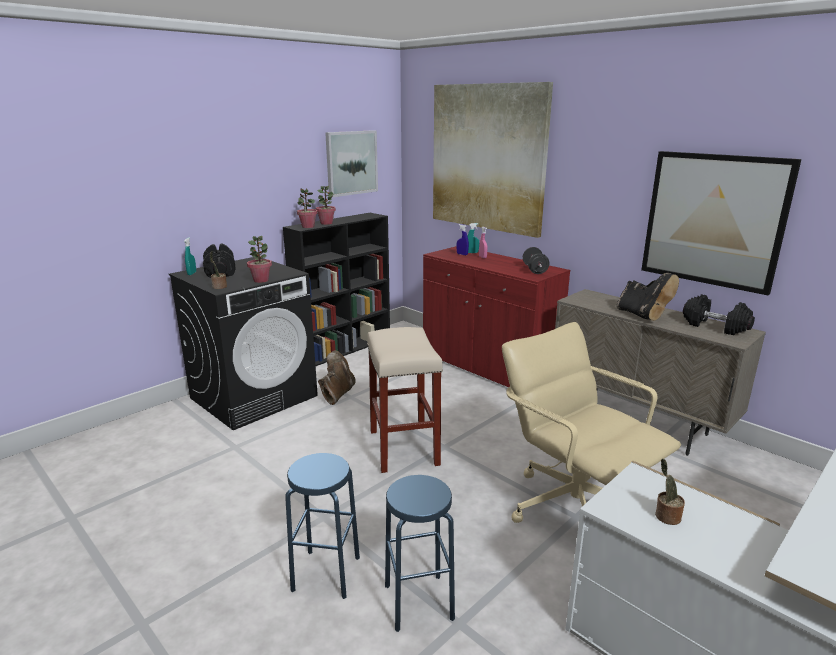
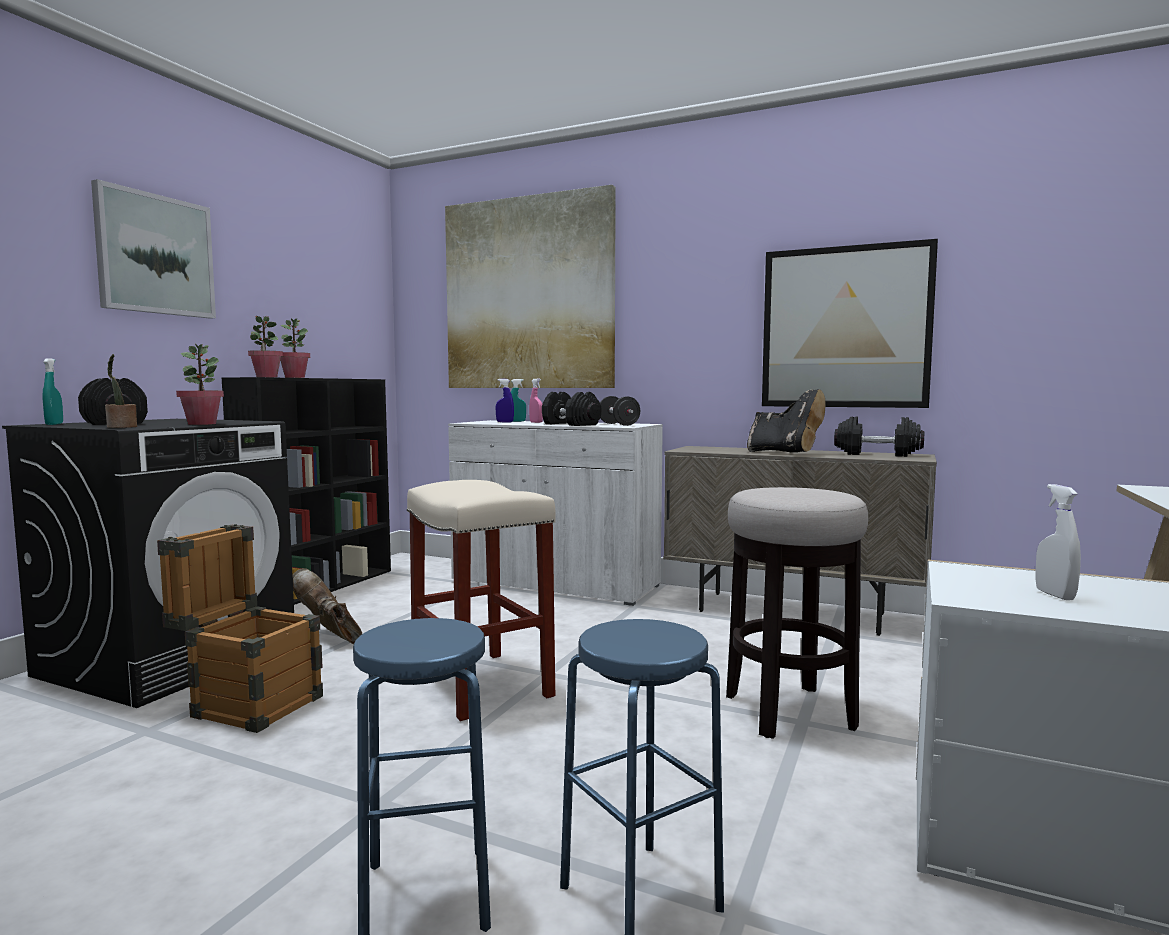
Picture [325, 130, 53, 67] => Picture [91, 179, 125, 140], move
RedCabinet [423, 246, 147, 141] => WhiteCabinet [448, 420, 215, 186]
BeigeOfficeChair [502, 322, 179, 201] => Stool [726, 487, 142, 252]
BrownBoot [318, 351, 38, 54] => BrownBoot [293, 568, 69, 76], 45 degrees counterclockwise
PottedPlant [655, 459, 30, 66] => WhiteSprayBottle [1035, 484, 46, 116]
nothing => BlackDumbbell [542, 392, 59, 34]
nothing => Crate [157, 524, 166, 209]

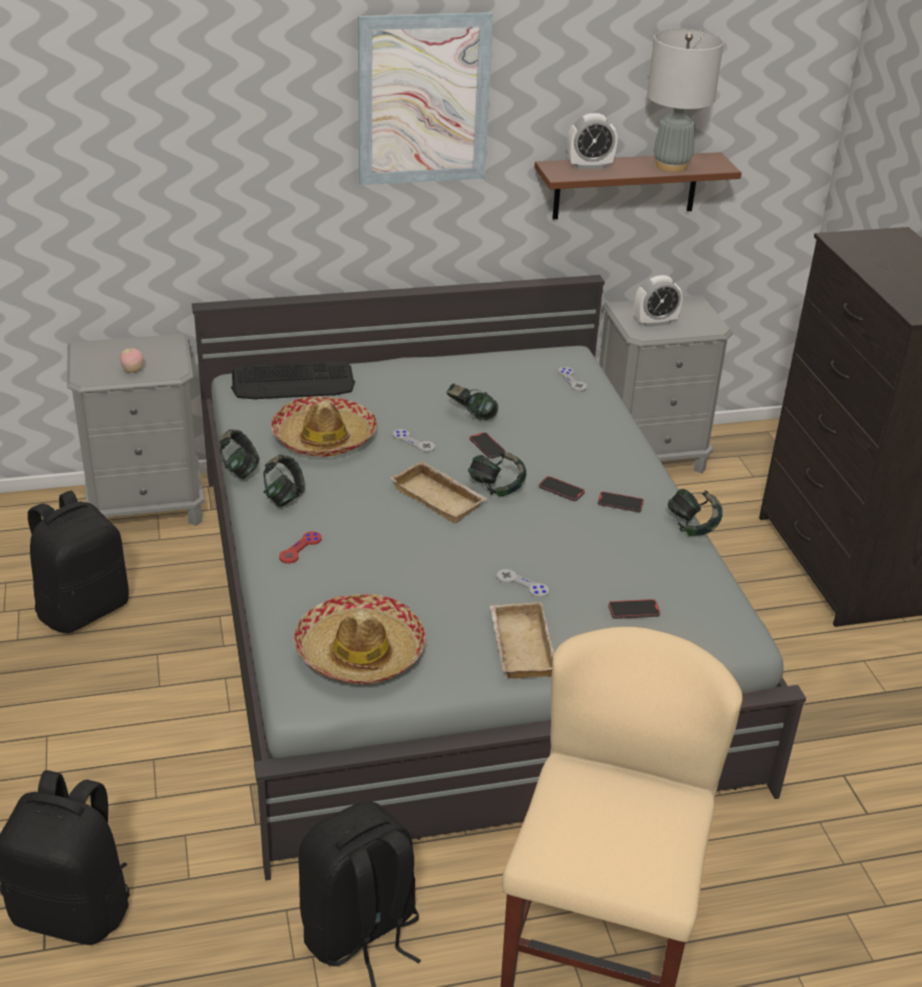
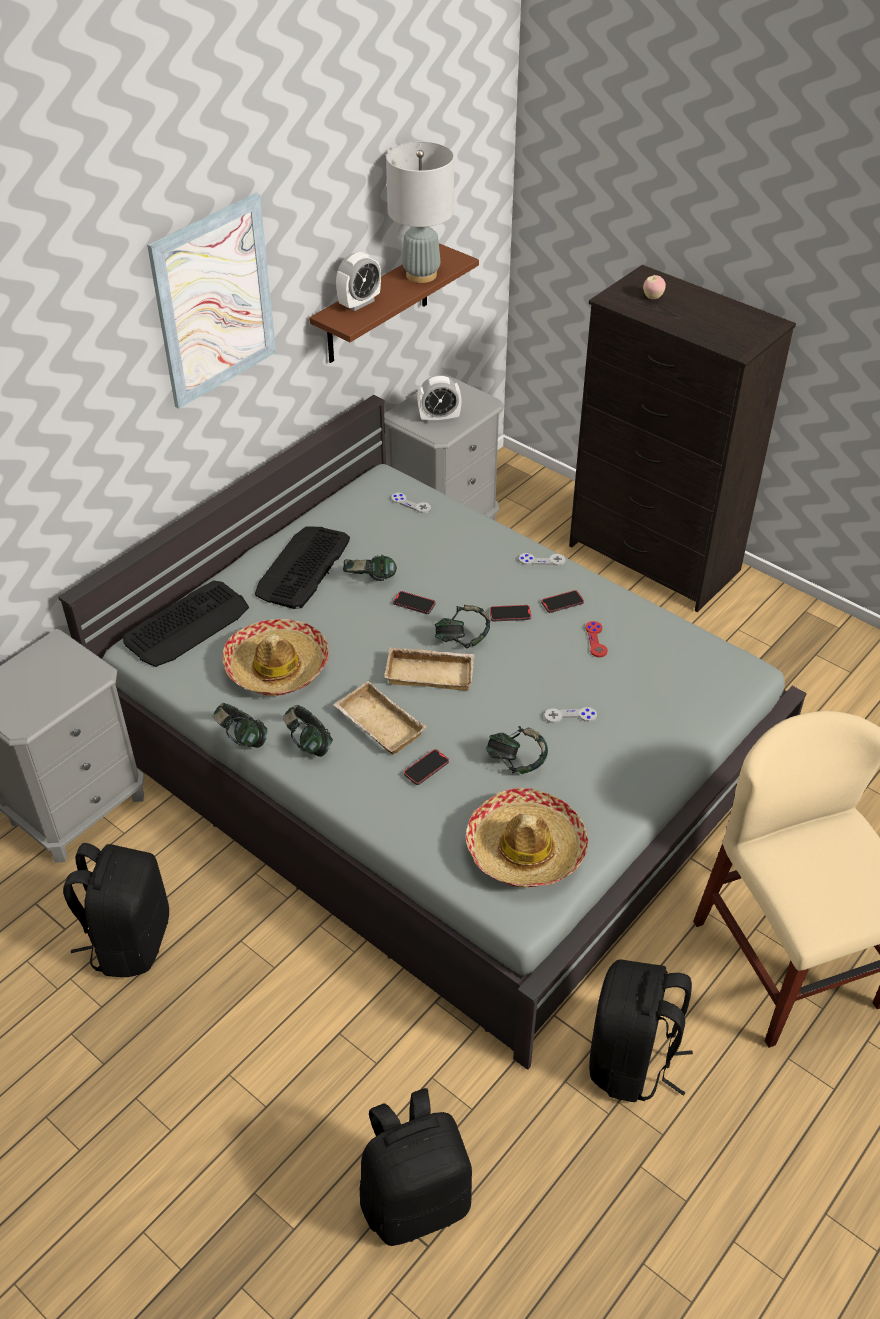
AlarmClock [634, 275, 49, 52] => AlarmClock [417, 375, 45, 49], 45 degrees clockwise
Apple [120, 347, 24, 26] => Apple [643, 275, 23, 24], move
GreyGameController [393, 429, 42, 24] => GreyGameController [519, 553, 46, 13], move
Headphones [668, 489, 55, 47] => Headphones [486, 726, 62, 48], move
RedGameController [279, 531, 43, 33] => RedGameController [585, 621, 23, 36], move
Phone [608, 599, 52, 20] => Phone [404, 749, 45, 36], move
BeigeTray [490, 602, 64, 77] => BeigeTray [333, 681, 94, 73], move
nothing => Keyboard [255, 526, 95, 83]

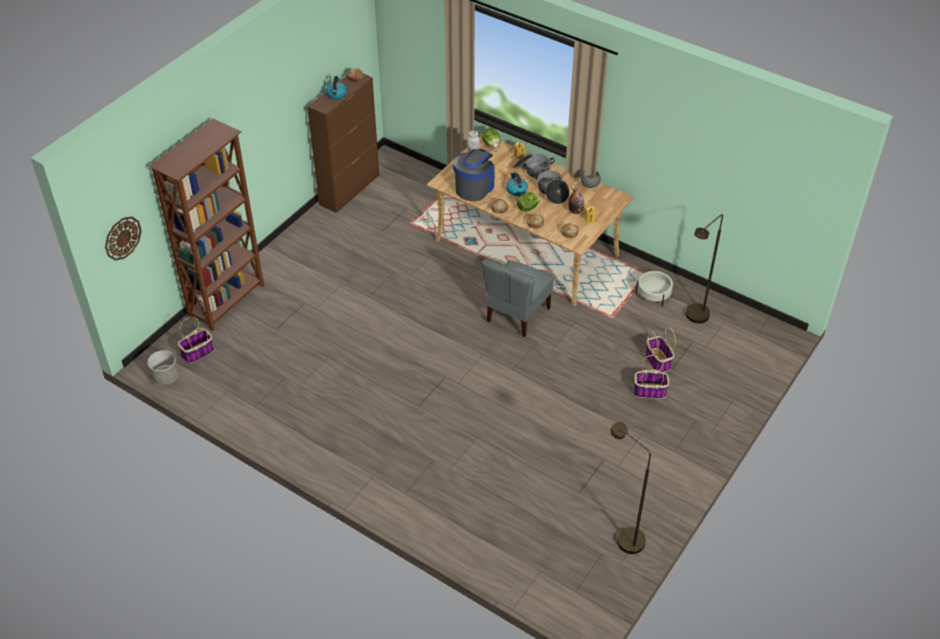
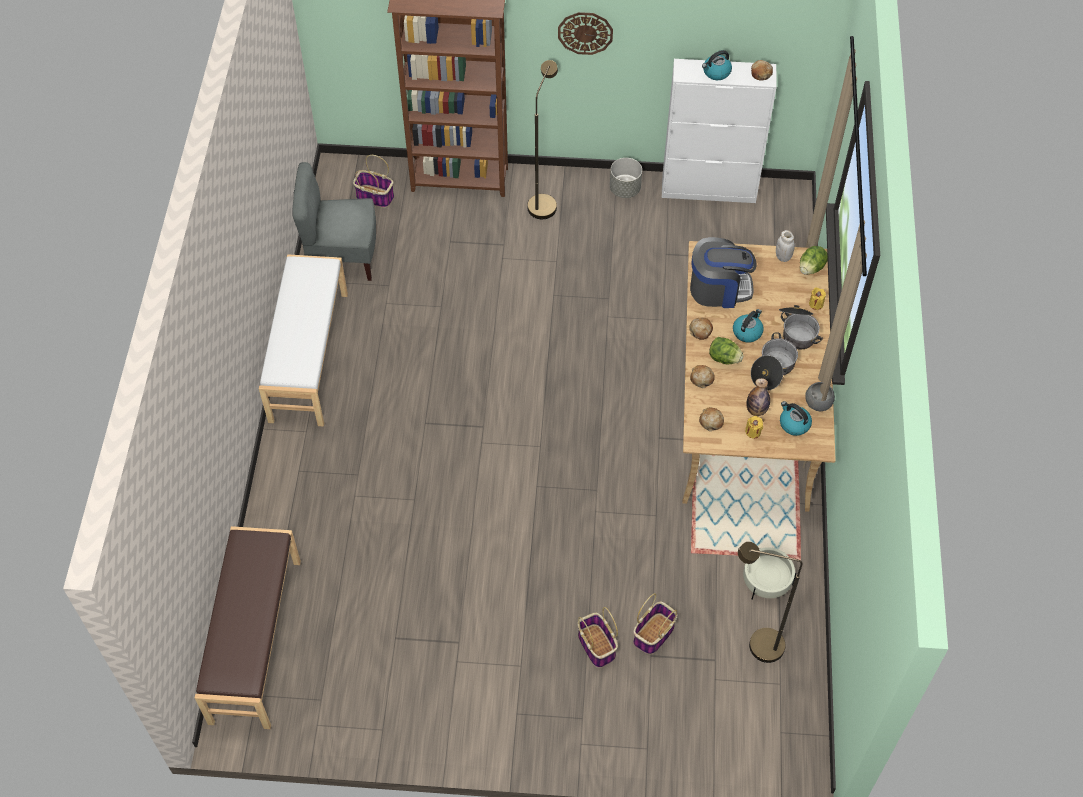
BrownCabinet [307, 74, 72, 139] => WhiteCabinet [662, 59, 115, 144]
WallClock [105, 217, 37, 44] => WallClock [558, 12, 55, 43], move
GreyChair [482, 259, 72, 78] => GreyChair [293, 162, 83, 119], move
GreyPlanter [148, 350, 31, 35] => GreyPlanter [610, 158, 32, 40], move
BrownFloorLamp [610, 422, 41, 132] => BrownFloorLamp [527, 60, 31, 159], move
nothing => WhiteBench [259, 254, 89, 173]
nothing => Kettle [780, 401, 32, 35]
nothing => BrownBench [195, 526, 106, 203]

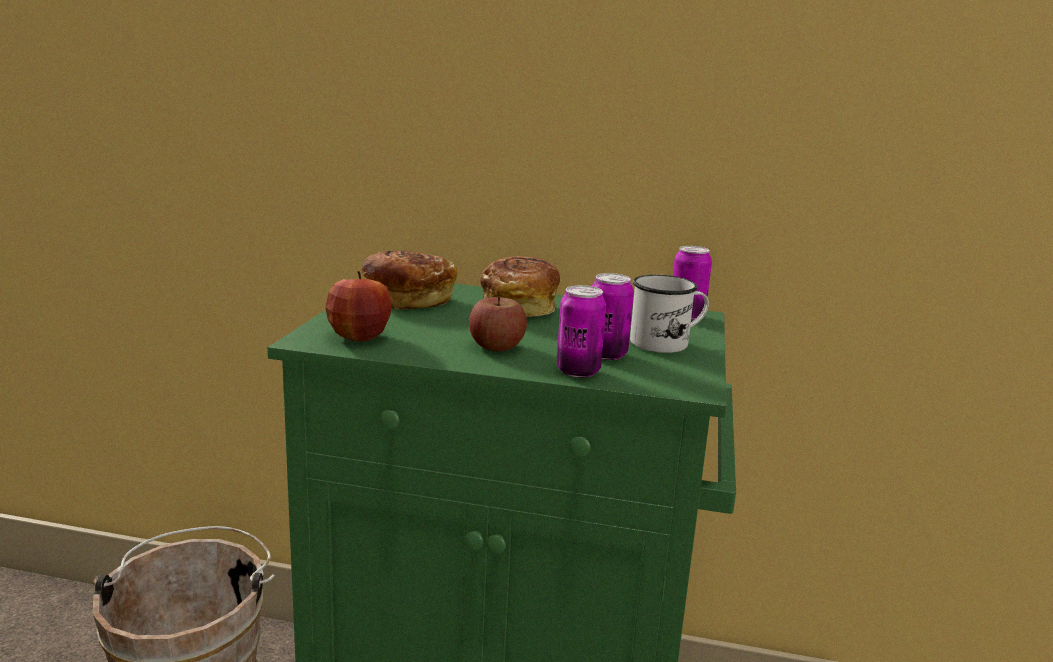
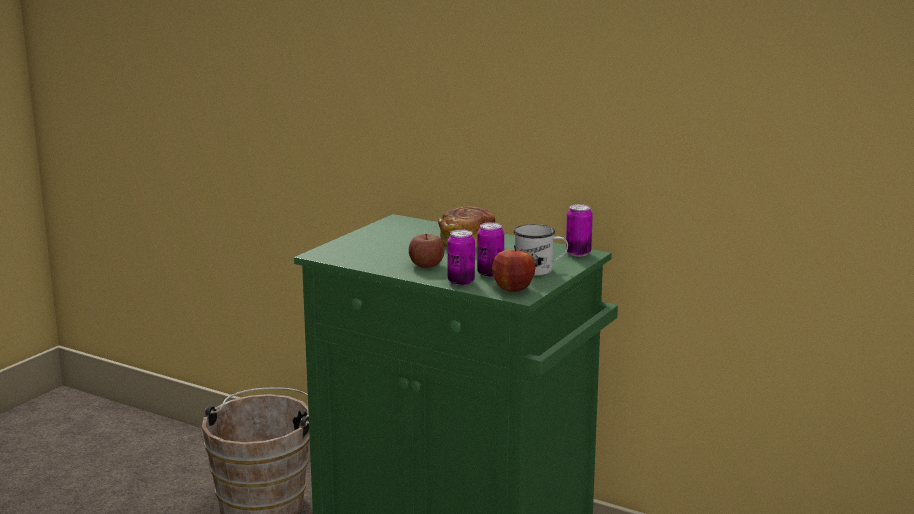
Bread [361, 250, 96, 59] => nothing
Apple [325, 271, 67, 71] => Apple [492, 245, 44, 47], move

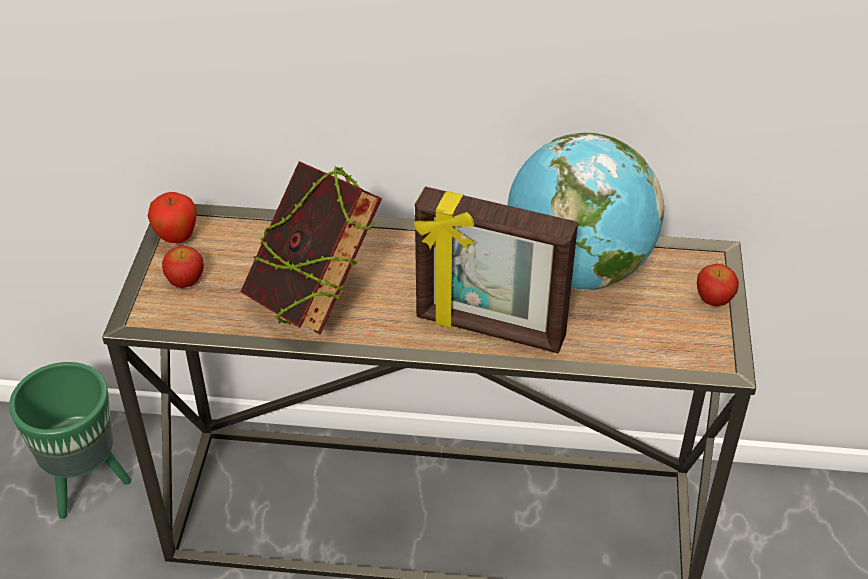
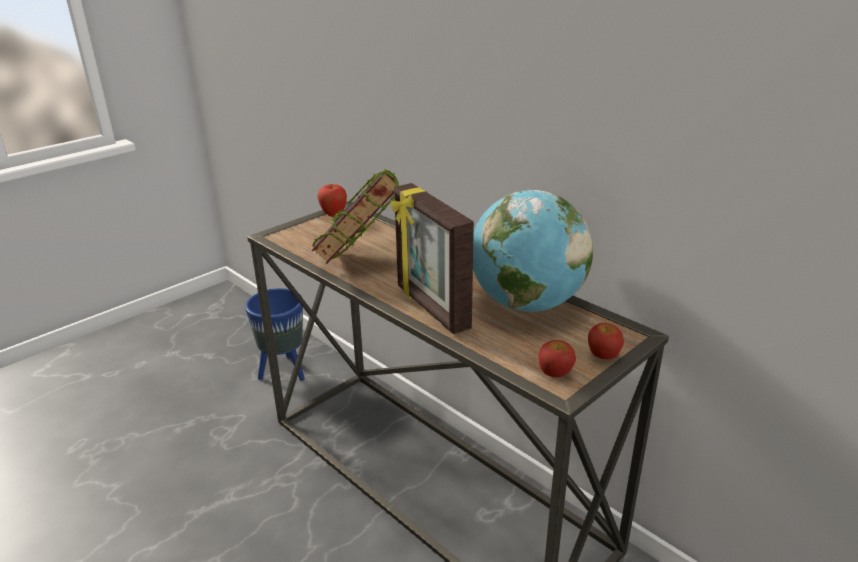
Apple [162, 246, 42, 42] => Apple [538, 340, 38, 38], move
GreenPlanter [9, 362, 122, 157] => BluePlanter [245, 288, 60, 93]

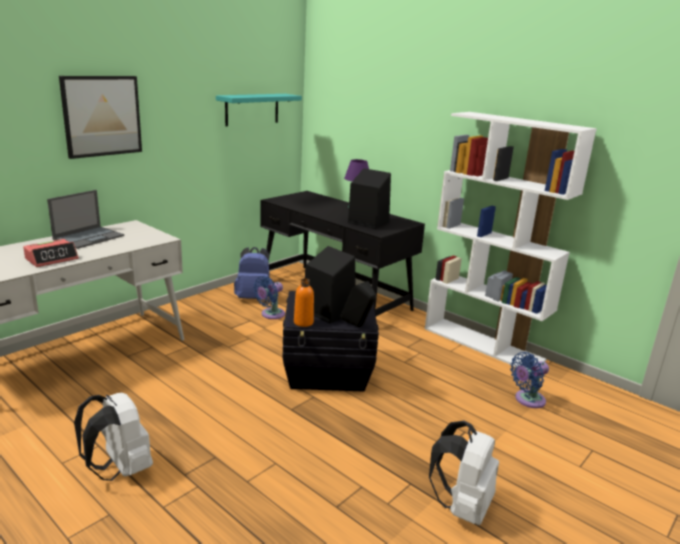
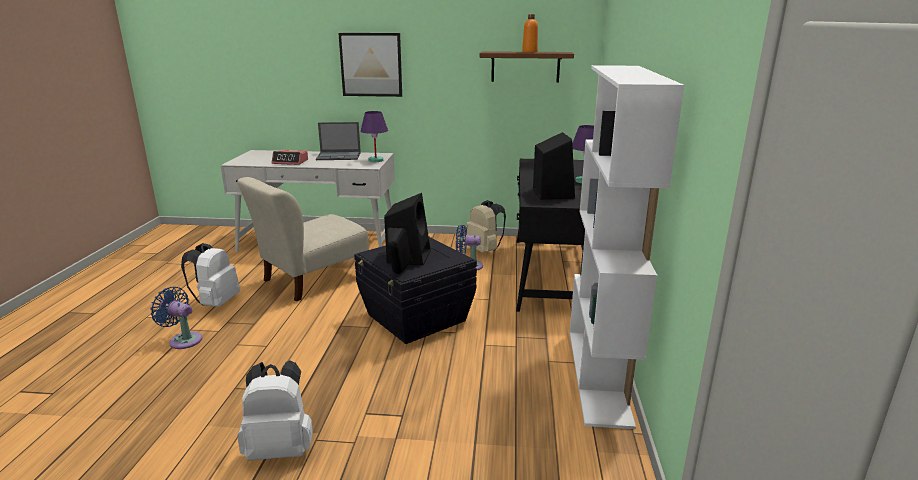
TurquoiseShelf [216, 94, 86, 32] => BrownShelf [480, 51, 94, 31]
BlueBackpack [234, 247, 38, 52] => BeigeBackpack [466, 200, 40, 53]
OrangeBottle [294, 278, 20, 49] => OrangeBottle [522, 14, 16, 39], move
BlueFan [510, 352, 39, 56] => BlueFan [150, 287, 52, 62], move
nothing => PurpleTableLamp [361, 111, 27, 51]
nothing => BeigeChair [237, 177, 132, 124]

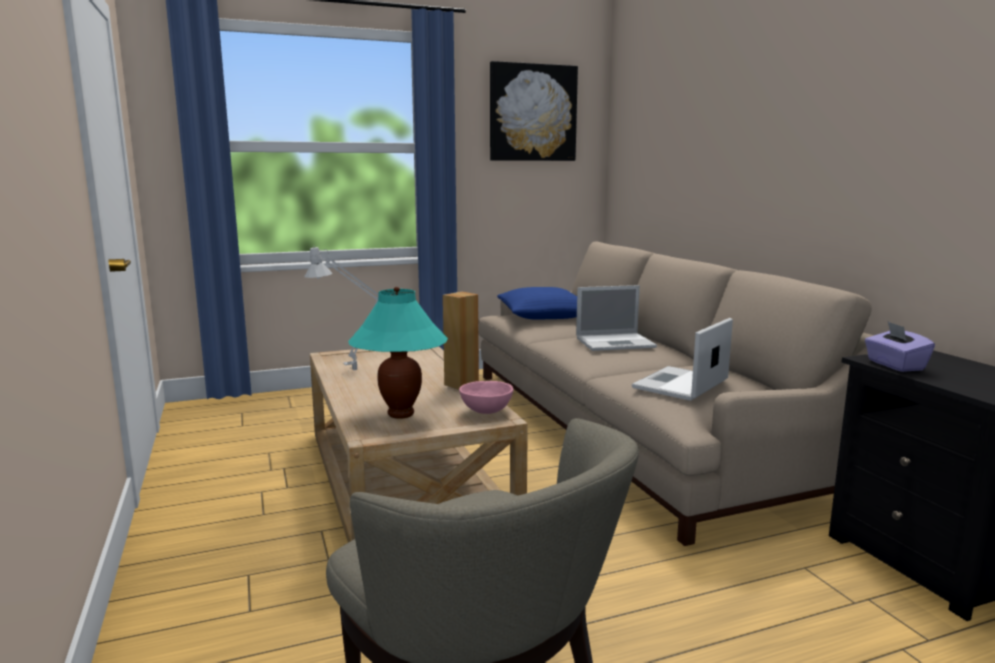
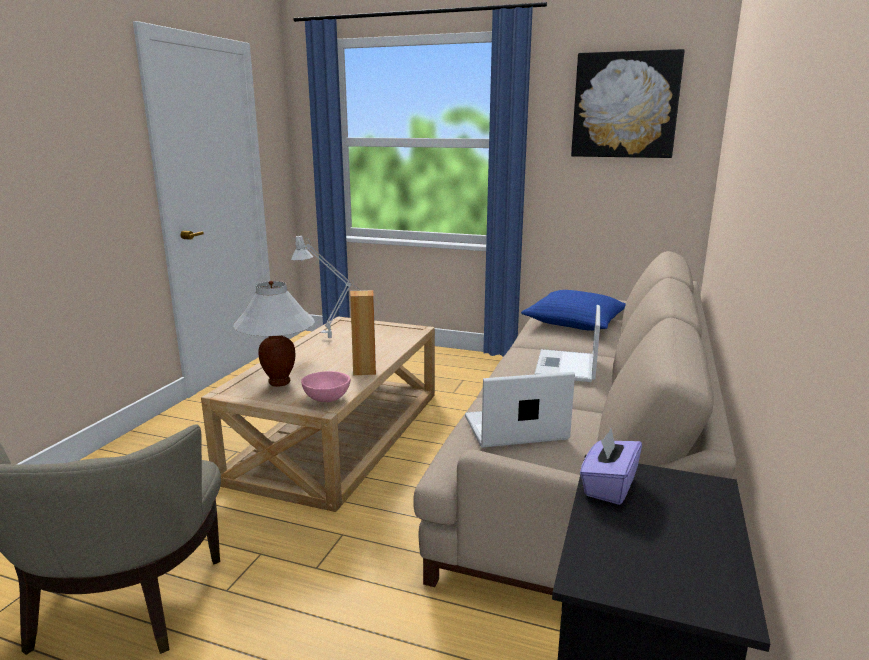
Laptop [576, 285, 81, 66] => Laptop [535, 305, 65, 77], 75 degrees clockwise
TurquoiseTableLamp [348, 287, 100, 132] => WhiteTableLamp [234, 281, 81, 106]

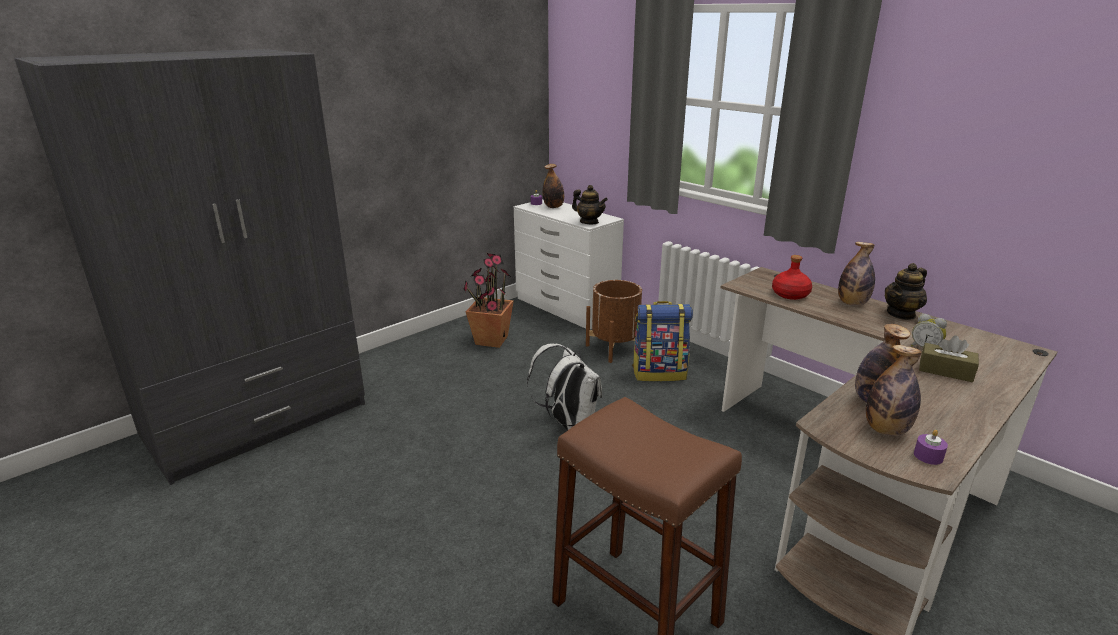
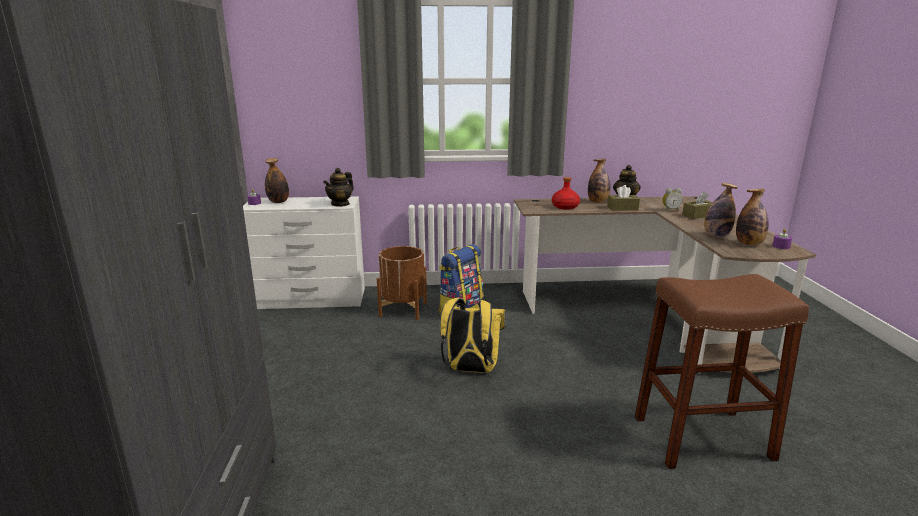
Teapot [572, 185, 36, 39] => Teapot [323, 168, 31, 39], 135 degrees clockwise
PottedPlant [463, 253, 51, 95] => nothing
WhiteBackpack [527, 343, 75, 88] => YellowBackpack [440, 298, 65, 75]
nothing => BrownTissueBox [607, 185, 33, 26]

